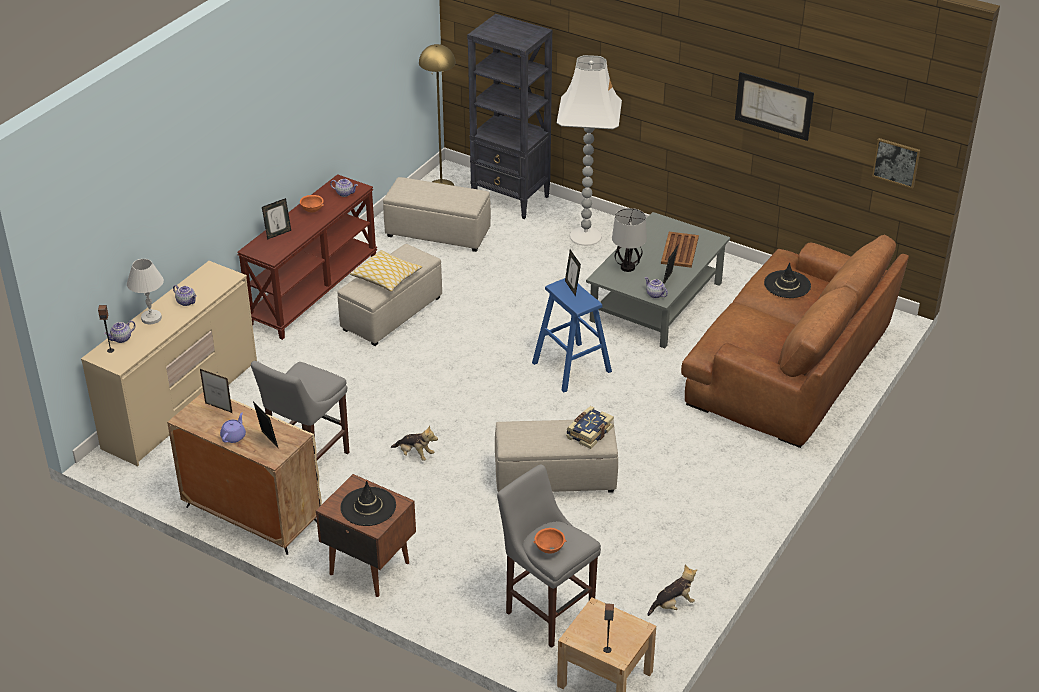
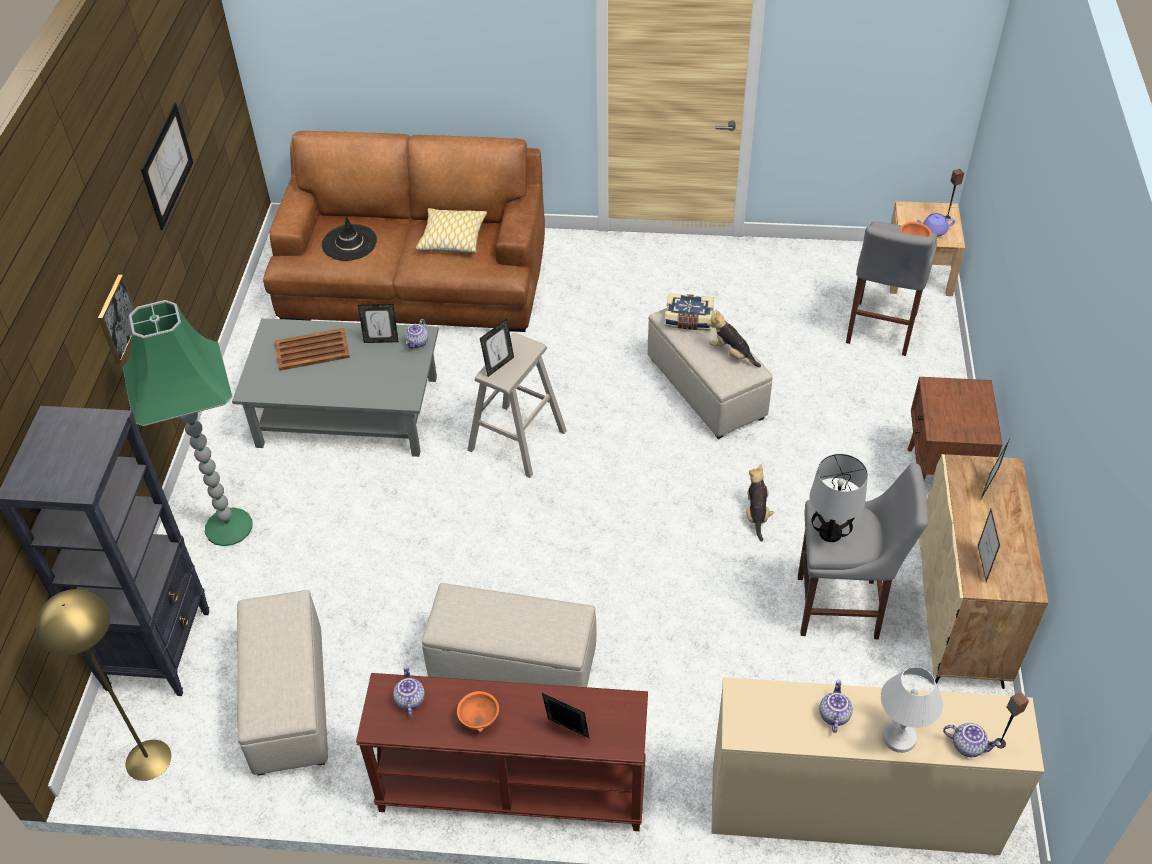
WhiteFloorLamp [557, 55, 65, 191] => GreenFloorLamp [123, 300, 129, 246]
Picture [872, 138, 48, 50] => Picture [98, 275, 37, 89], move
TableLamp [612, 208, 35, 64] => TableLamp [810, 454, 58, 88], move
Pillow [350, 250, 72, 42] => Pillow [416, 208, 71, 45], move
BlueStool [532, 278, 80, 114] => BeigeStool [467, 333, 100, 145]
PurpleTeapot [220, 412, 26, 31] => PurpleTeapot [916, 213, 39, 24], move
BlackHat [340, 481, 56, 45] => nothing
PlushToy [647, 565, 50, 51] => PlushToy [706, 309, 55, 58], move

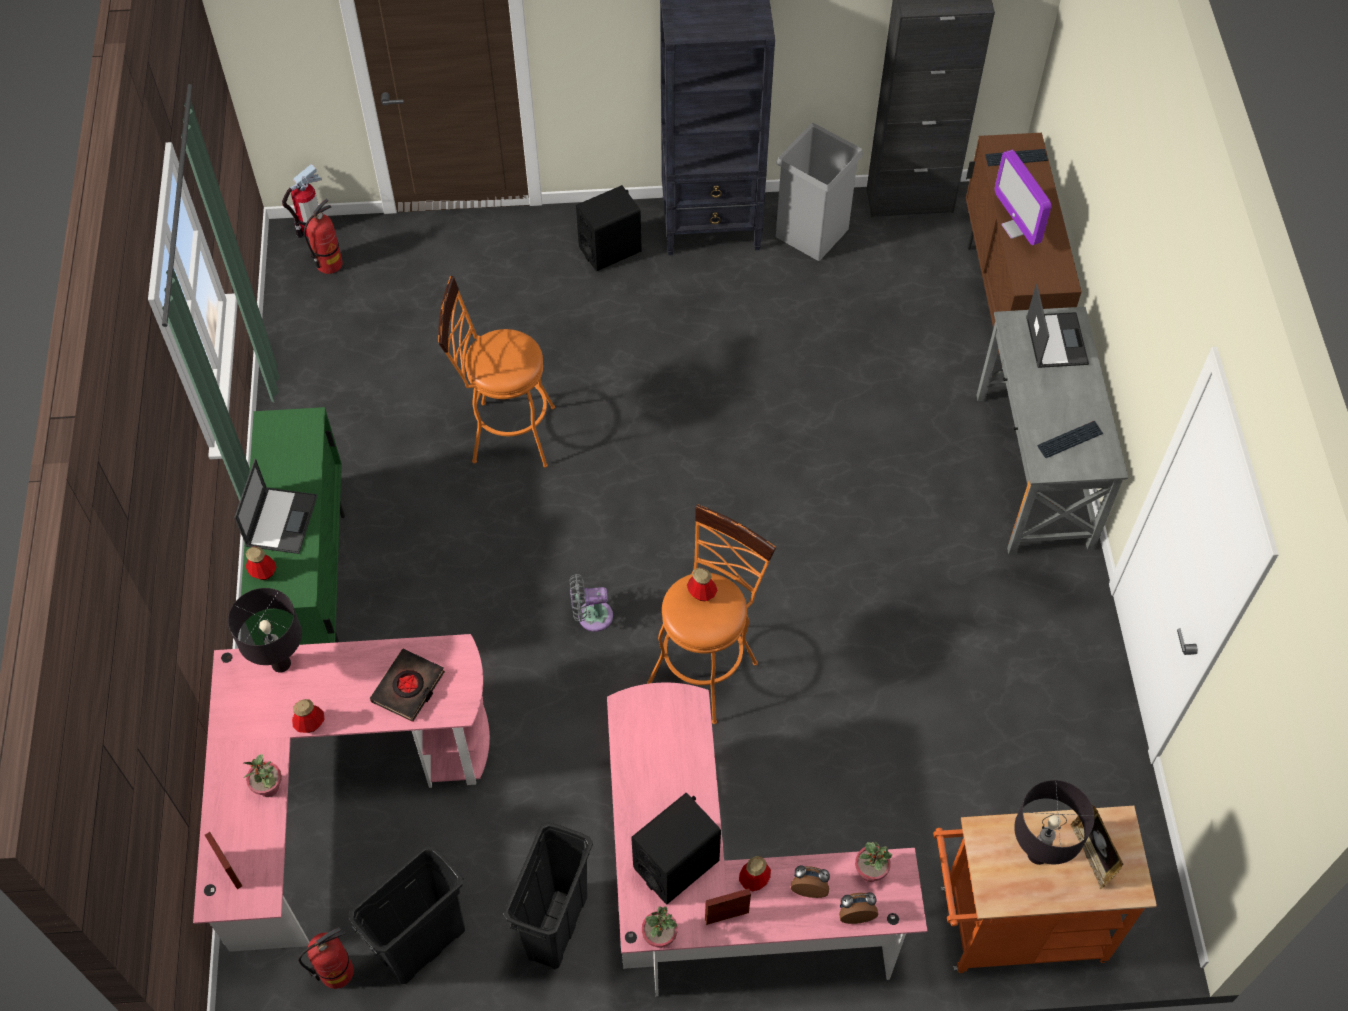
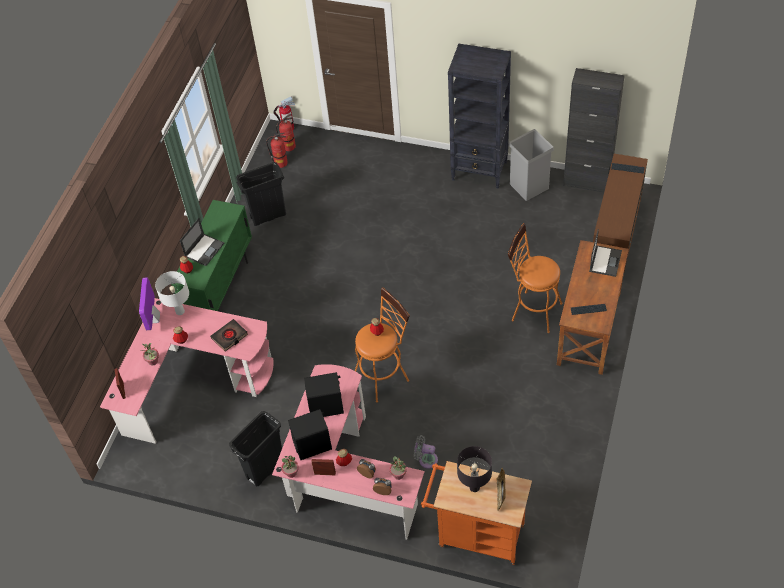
Monitor [995, 150, 56, 95] => Monitor [139, 277, 21, 53], move
BlackSpeaker [576, 185, 66, 86] => BlackSpeaker [304, 372, 40, 45], move
OrangeStool [438, 276, 117, 192] => OrangeStool [508, 223, 55, 110], move
GreyDesk [977, 307, 151, 247] => BrownDesk [557, 240, 72, 135]
GreyFan [570, 574, 43, 58] => GreyFan [414, 435, 24, 34], move
BlackTableLamp [228, 588, 74, 85] => WhiteTableLamp [155, 271, 34, 44]
BlackTrashCan [349, 845, 116, 139] => BlackTrashCan [236, 162, 50, 64], move
FireExtinguisher [298, 927, 56, 62] => FireExtinguisher [266, 133, 22, 35], move

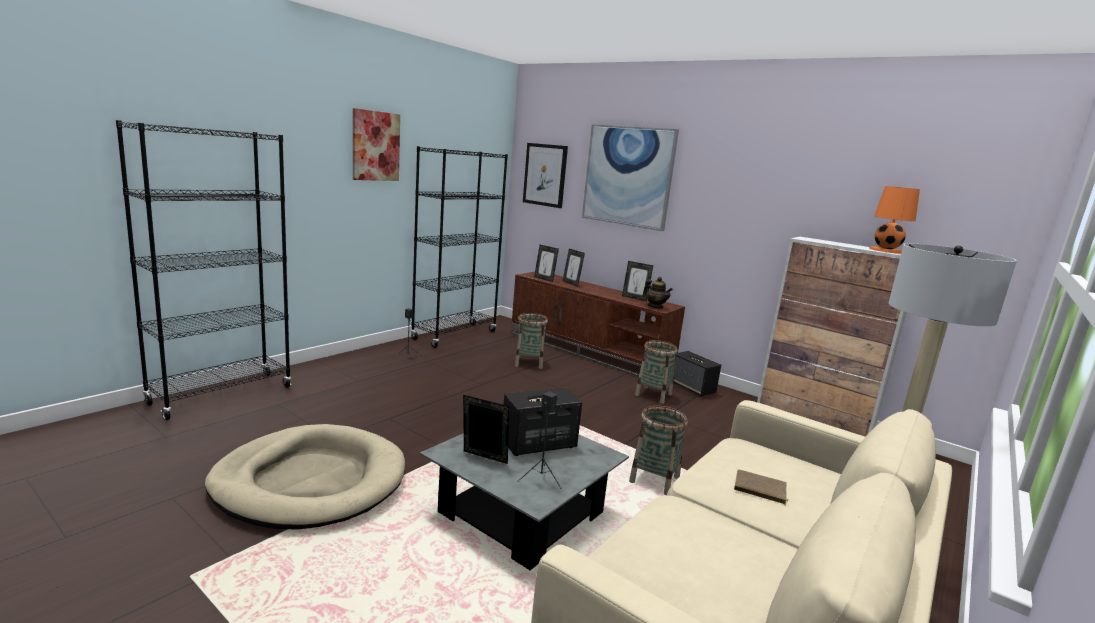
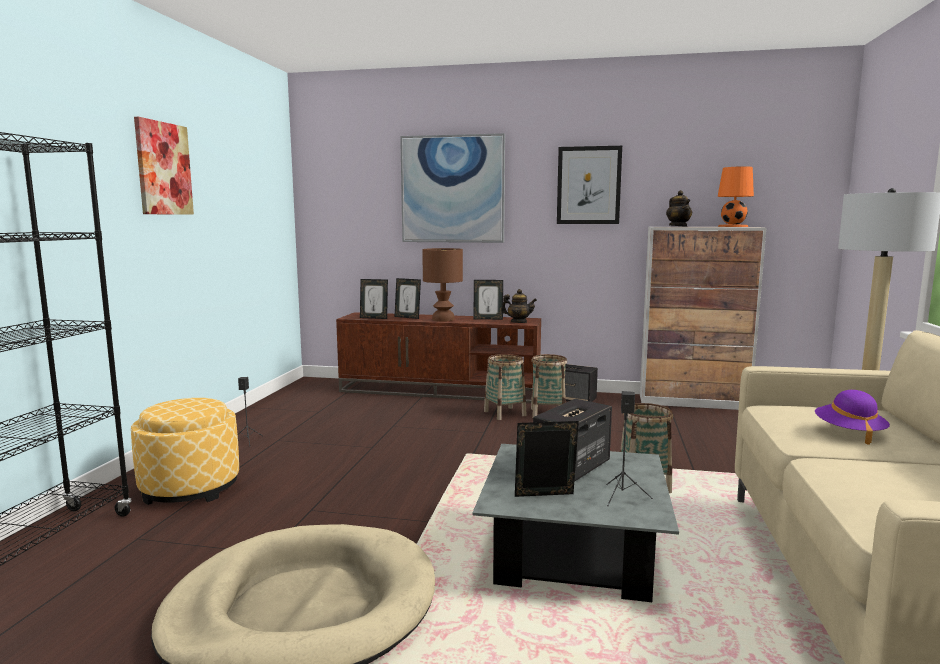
Picture [523, 143, 45, 65] => Picture [557, 146, 65, 78], move
BlackBookcase [411, 146, 97, 202] => nothing
Basket [515, 313, 33, 56] => Basket [484, 354, 43, 66], move
BrownBook [734, 469, 54, 37] => PurpleHat [815, 390, 75, 55]
nothing => Teapot [666, 190, 26, 37]
nothing => BrownTableLamp [422, 248, 41, 73]
nothing => Ottoman [131, 398, 108, 107]

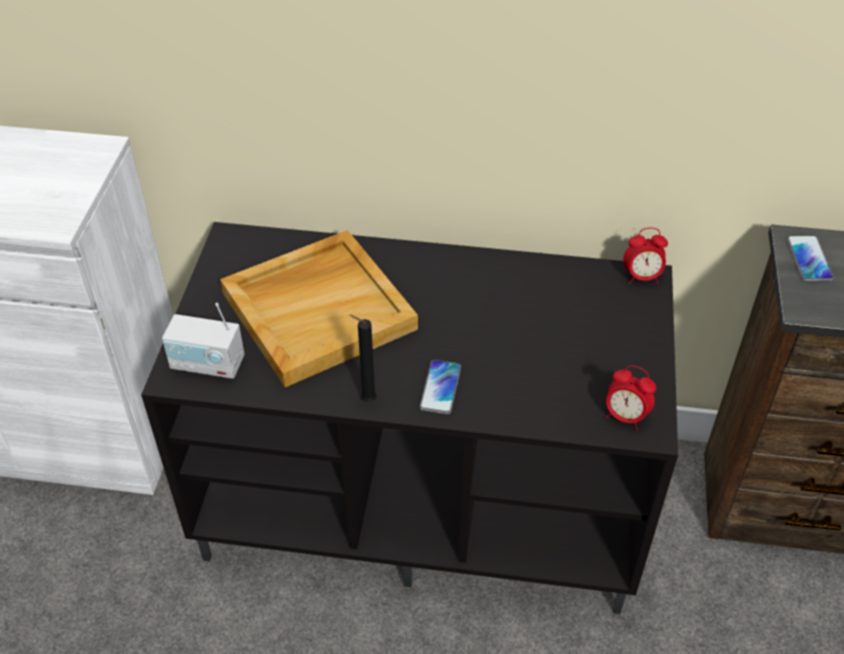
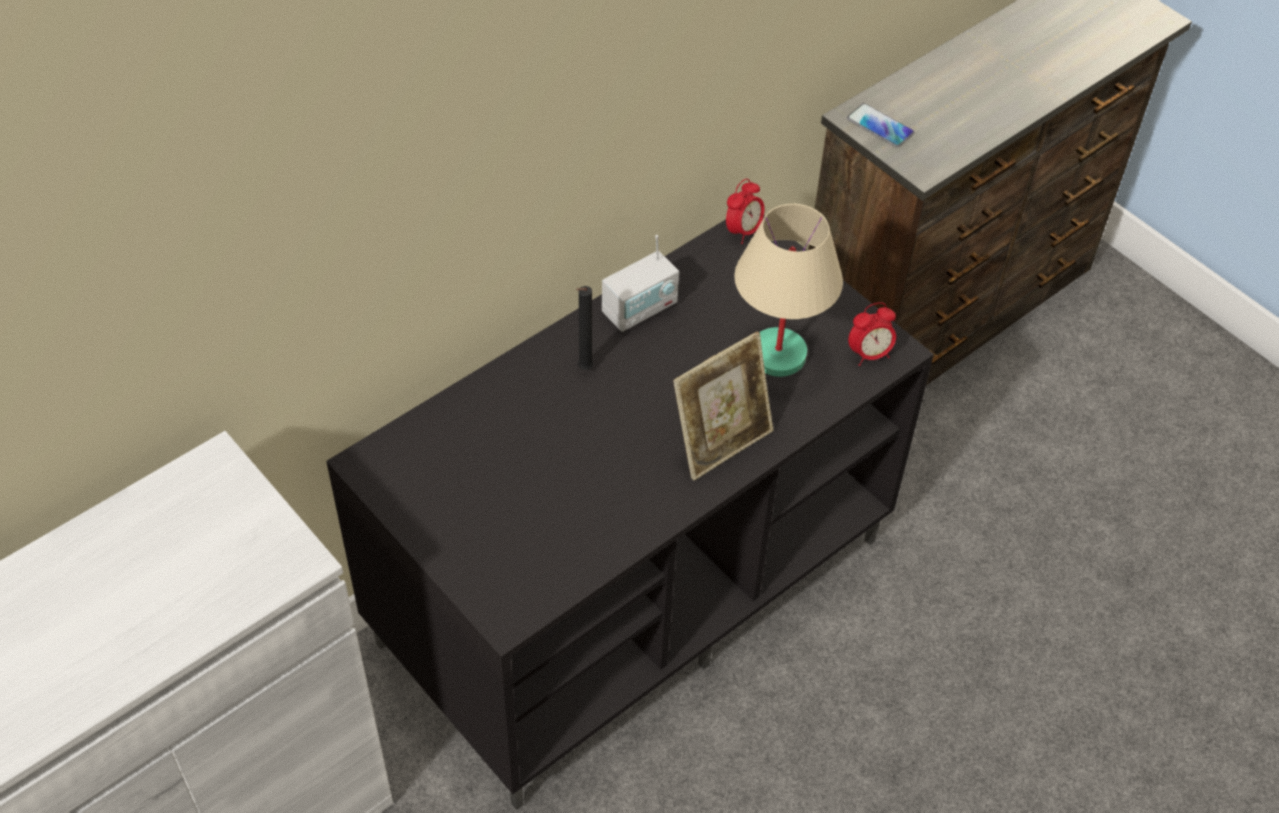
BeigeTray [220, 230, 198, 157] => nothing
Radio [162, 303, 82, 76] => Radio [602, 235, 77, 97], move
BlackCandle [350, 315, 27, 87] => BlackCandle [576, 286, 17, 84], move
Phone [420, 360, 41, 54] => PictureFrame [673, 331, 100, 149]
nothing => BeigeTableLamp [734, 204, 109, 173]

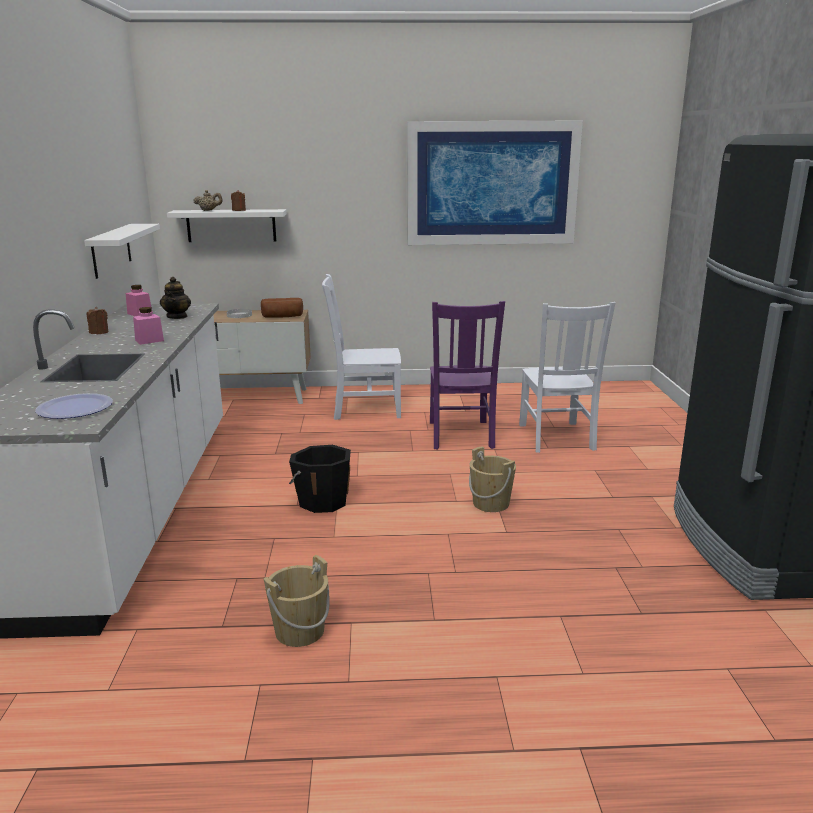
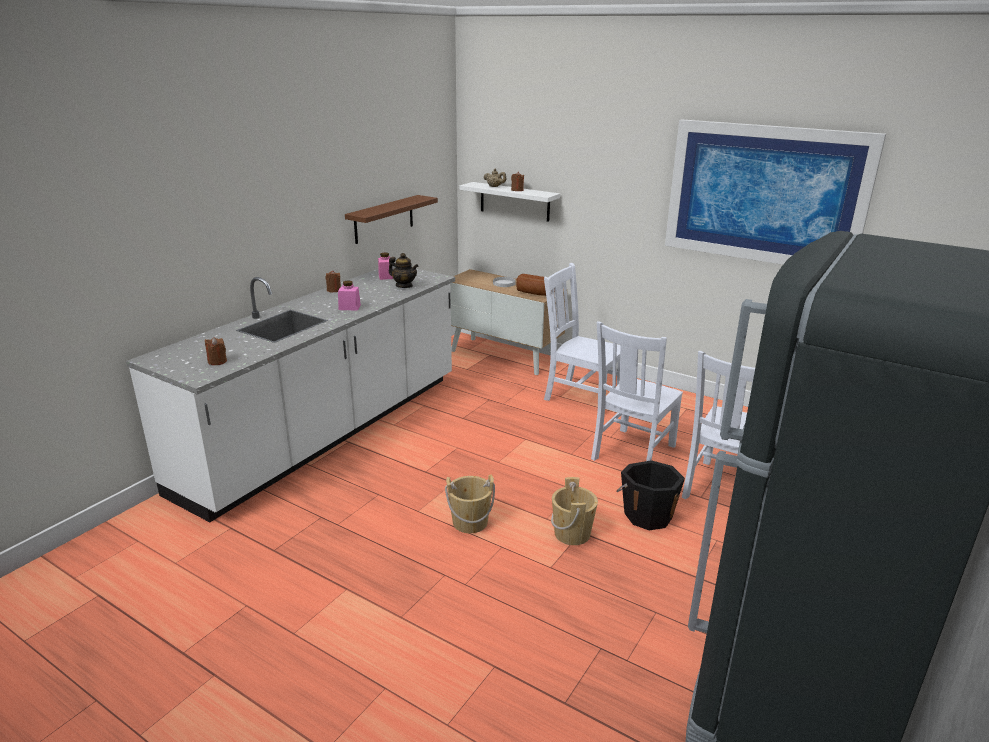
WhiteShelf [84, 224, 76, 55] => BrownShelf [345, 195, 93, 49]
Teapot [160, 277, 31, 42] => Teapot [389, 253, 29, 35], 90 degrees counterclockwise
PurpleChair [430, 301, 75, 149] => WhiteChair [591, 321, 92, 140]
Plate [35, 393, 78, 26] => BrownCandle [205, 337, 22, 28]
BlackBucket [289, 445, 62, 68] => BlackBucket [617, 460, 68, 70], move
BeigeBucket [263, 555, 67, 92] => BeigeBucket [445, 474, 50, 59], move

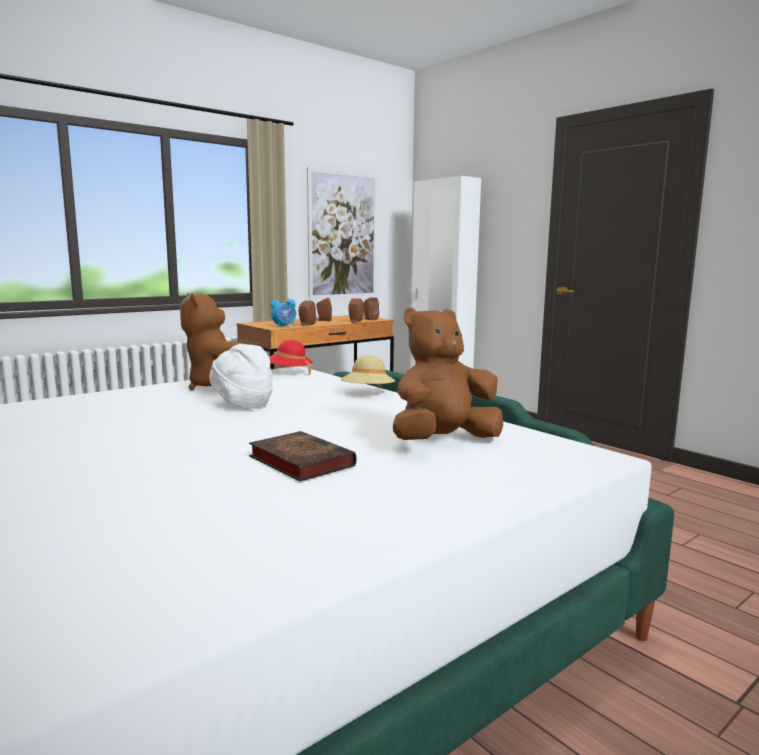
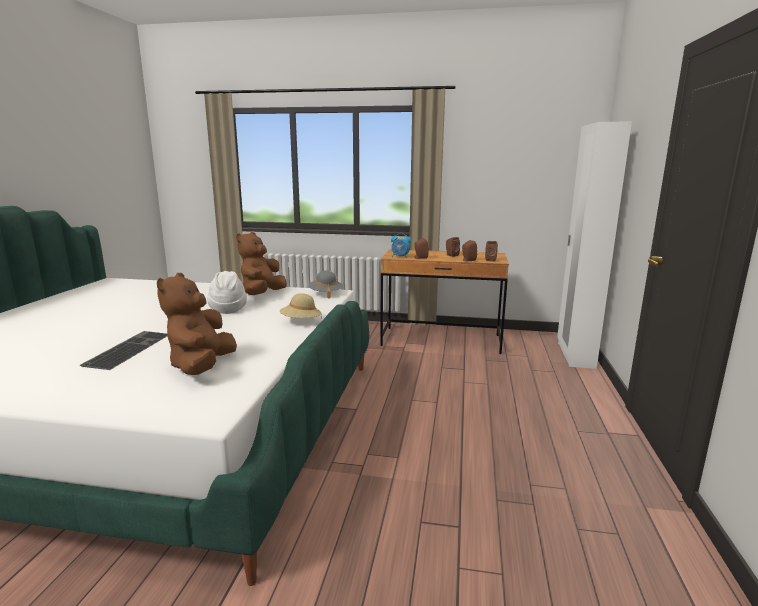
Picture [307, 167, 70, 132] => nothing
BrownPlushToy [393, 308, 110, 132] => BrownPlushToy [157, 273, 80, 102], 105 degrees counterclockwise
RedHat [269, 340, 44, 35] => GreyHat [309, 271, 34, 28]
Book [249, 431, 107, 51] => Keyboard [79, 331, 88, 39]

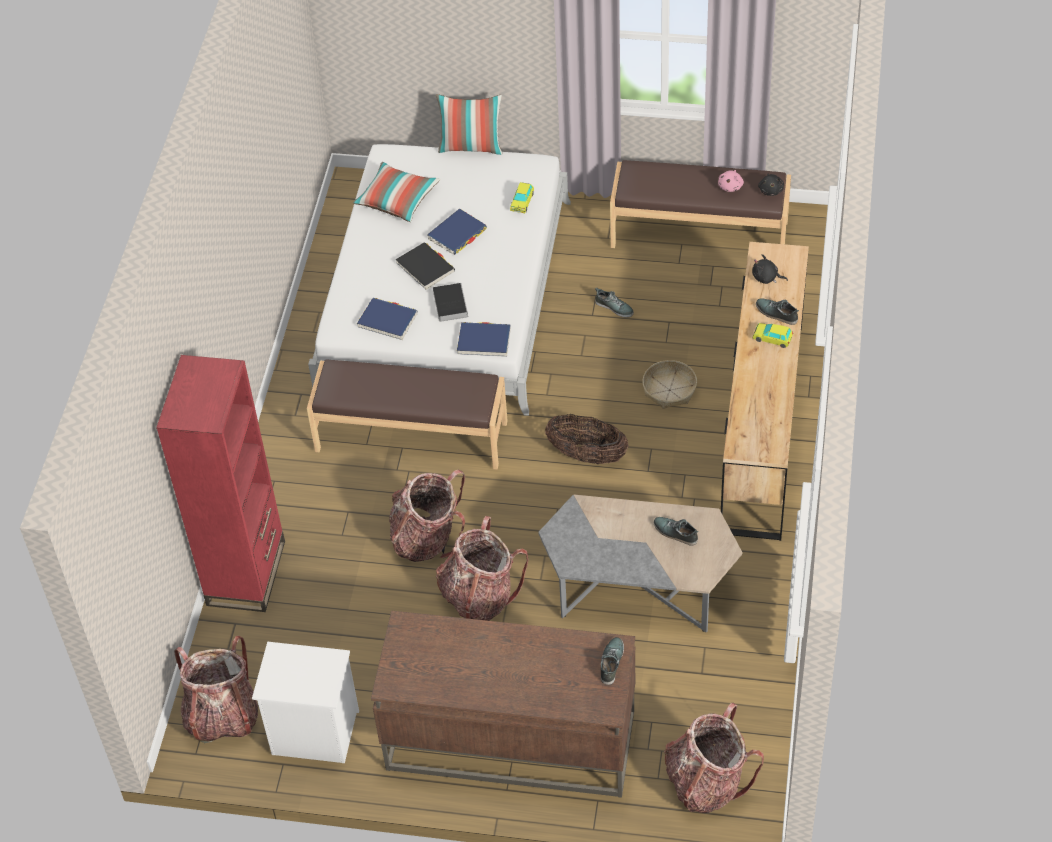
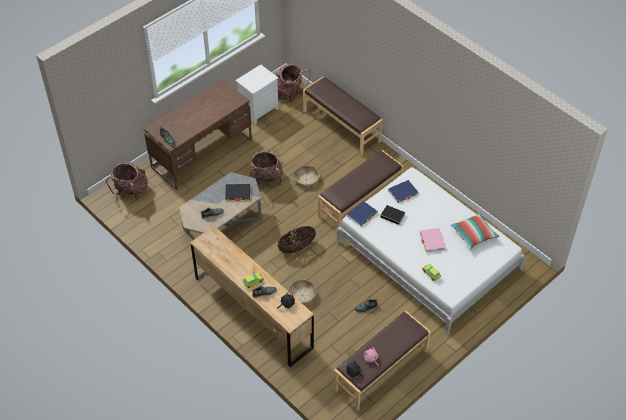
Pillow [436, 94, 66, 61] => nothing
BlueBook [427, 208, 60, 47] => PinkBook [420, 228, 26, 24]
BlackBook [395, 242, 60, 48] => BlackBook [225, 184, 25, 17], move
RedBookcase [156, 355, 129, 257] => BrownBench [303, 77, 80, 79]
Backpack [389, 470, 76, 92] => Basket [294, 165, 26, 24]

